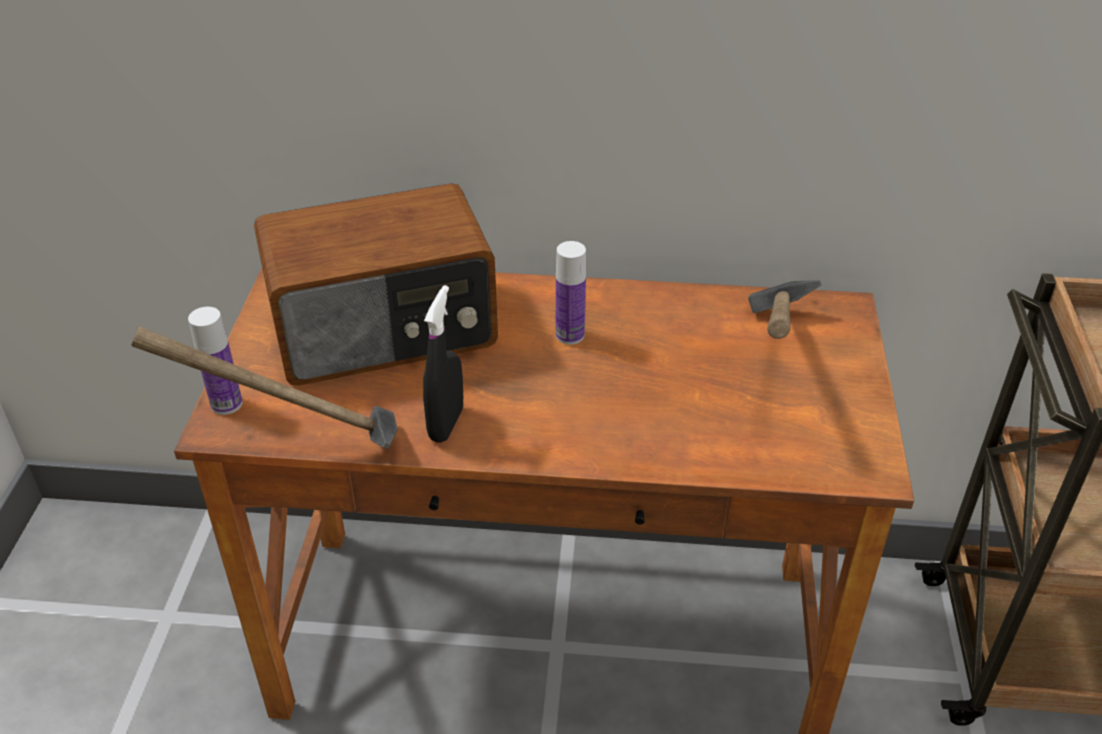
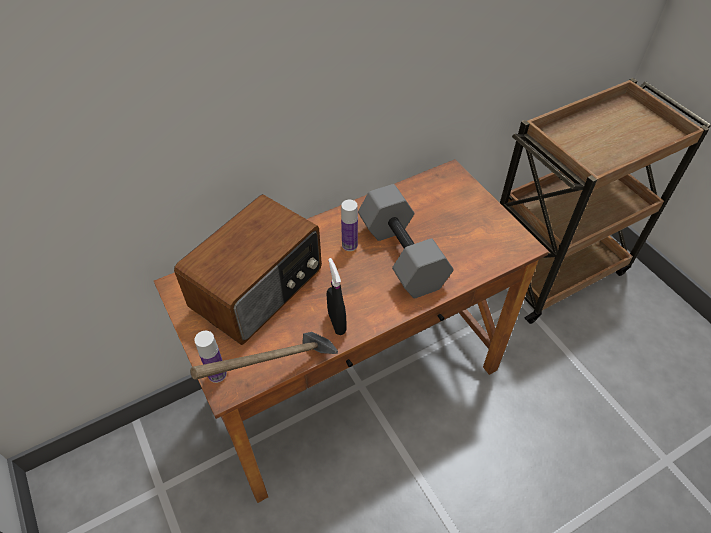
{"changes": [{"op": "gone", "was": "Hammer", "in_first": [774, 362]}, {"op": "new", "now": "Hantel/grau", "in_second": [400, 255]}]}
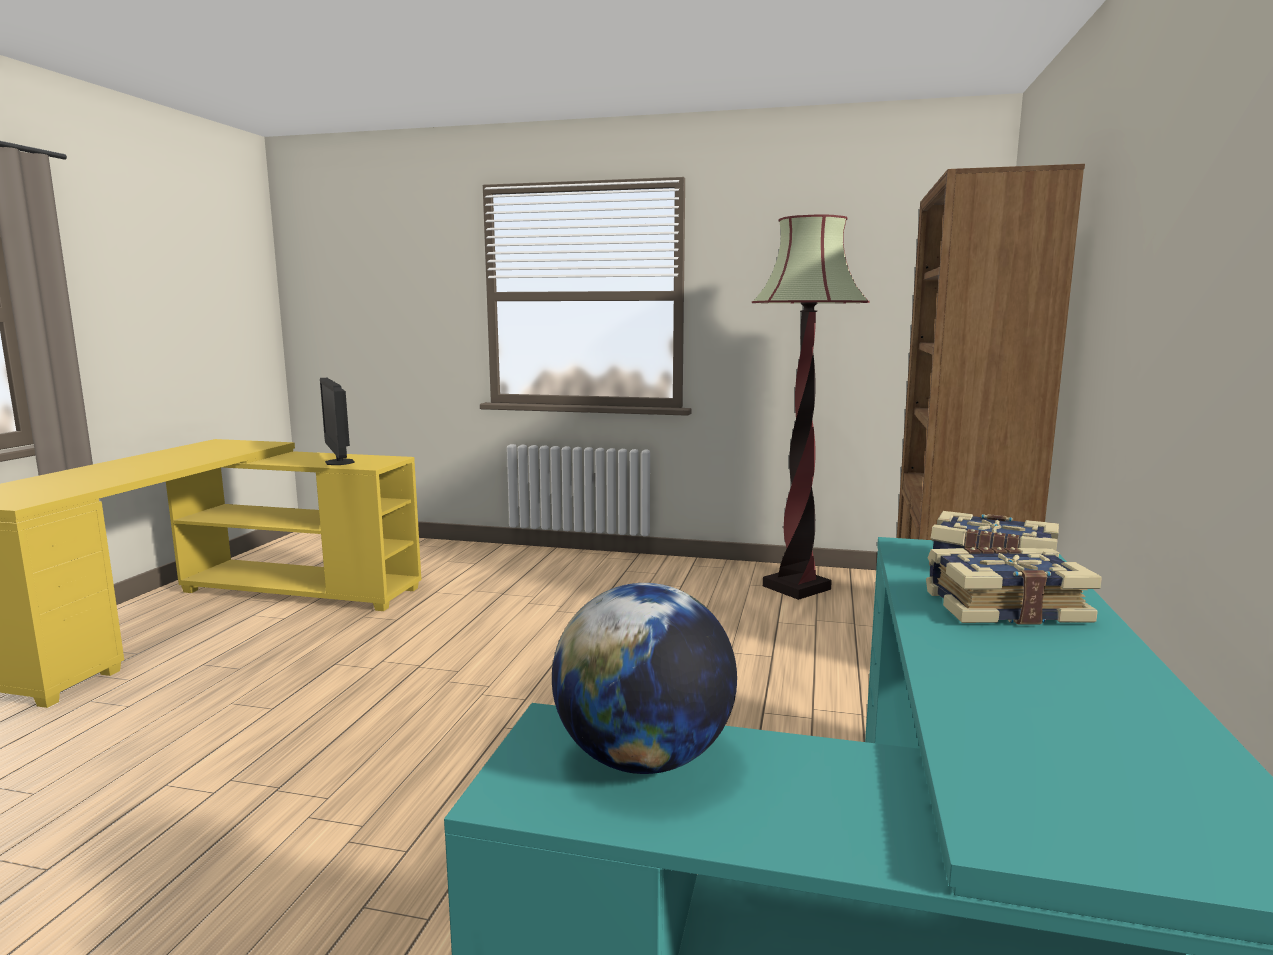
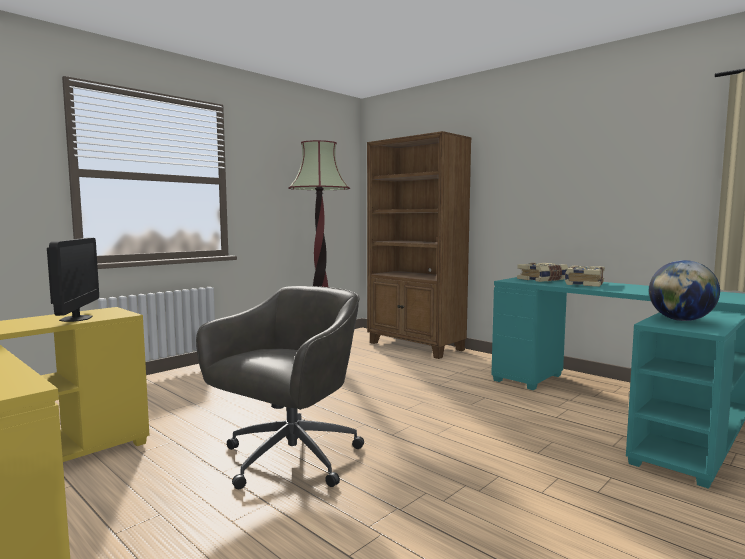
{"changes": [{"op": "rotated", "was": "Monitor", "in_first": [339, 462], "in_second": [76, 318], "clockwise": -105}, {"op": "new", "now": "Bürostuhl/grau", "in_second": [289, 459]}]}
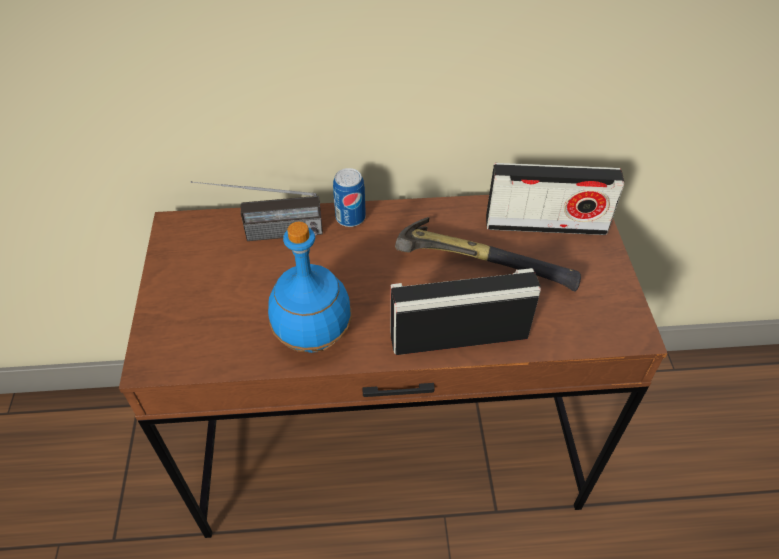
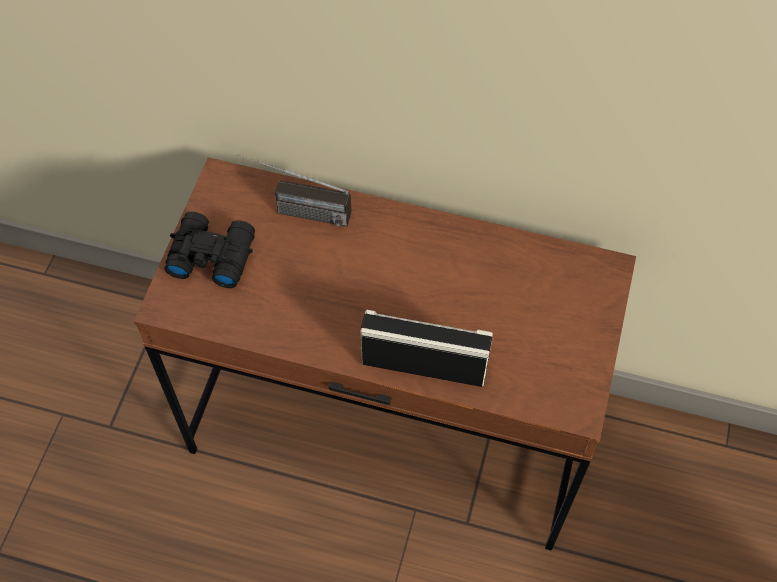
{"changes": [{"op": "gone", "was": "Flasche/blau", "in_first": [314, 339]}, {"op": "gone", "was": "Dose", "in_first": [350, 218]}, {"op": "gone", "was": "Hammer", "in_first": [481, 263]}, {"op": "gone", "was": "Radio", "in_first": [545, 224]}, {"op": "new", "now": "Fernglas/schwarz", "in_second": [211, 254]}]}
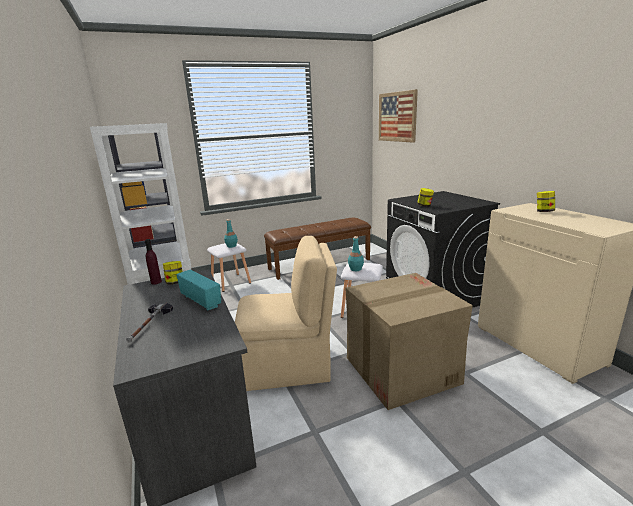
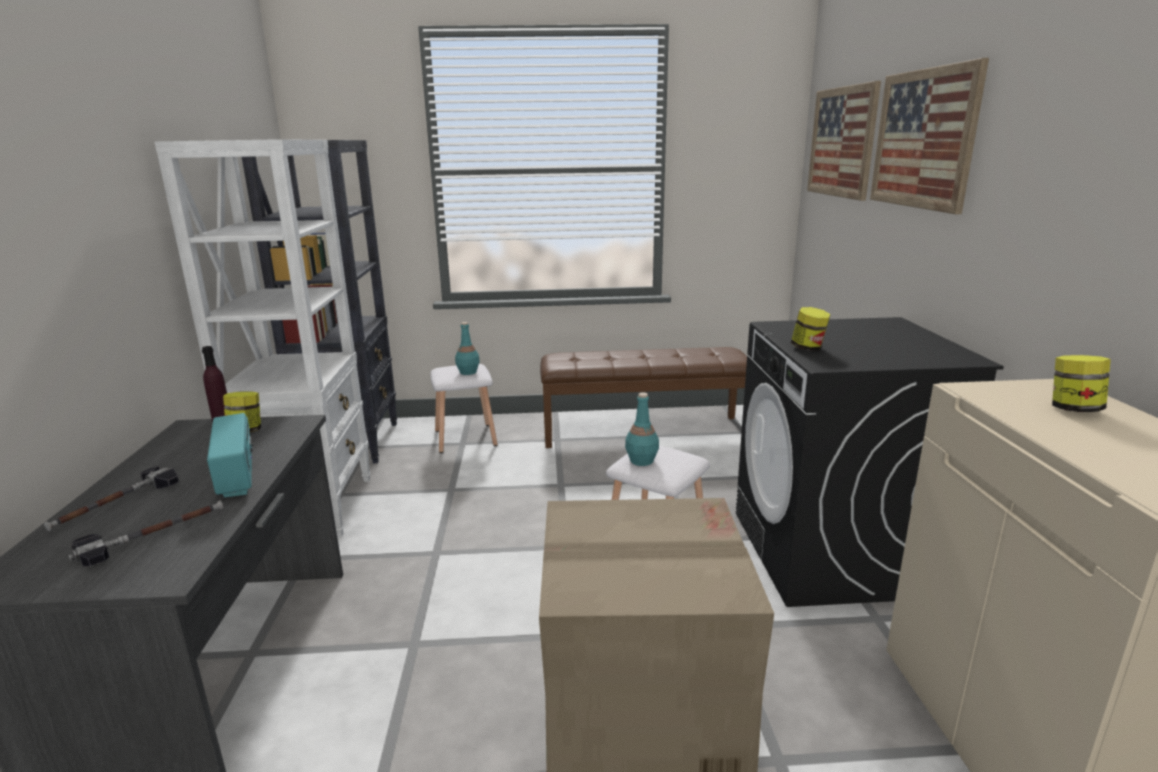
{"changes": [{"op": "gone", "was": "Stuhl/beige", "in_first": [288, 366]}, {"op": "new", "now": "Hammer", "in_second": [152, 535]}, {"op": "new", "now": "Bild", "in_second": [923, 139]}]}
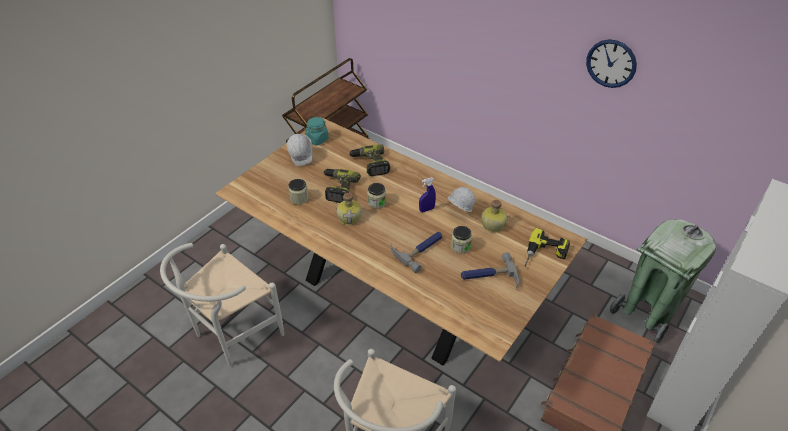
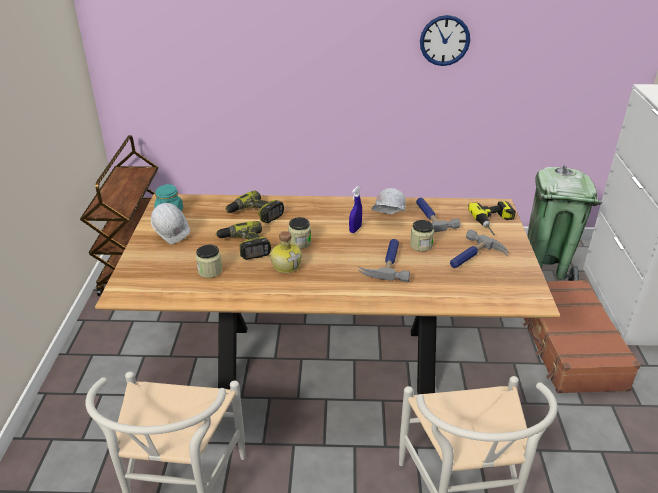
{"changes": [{"op": "swapped", "was": "Flasche", "now": "Hammer", "in_first": [492, 225], "in_second": [427, 218]}]}
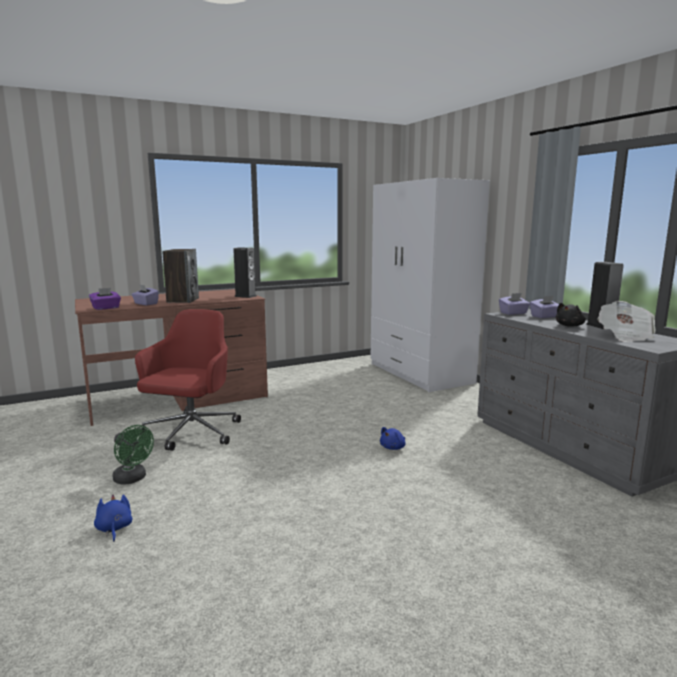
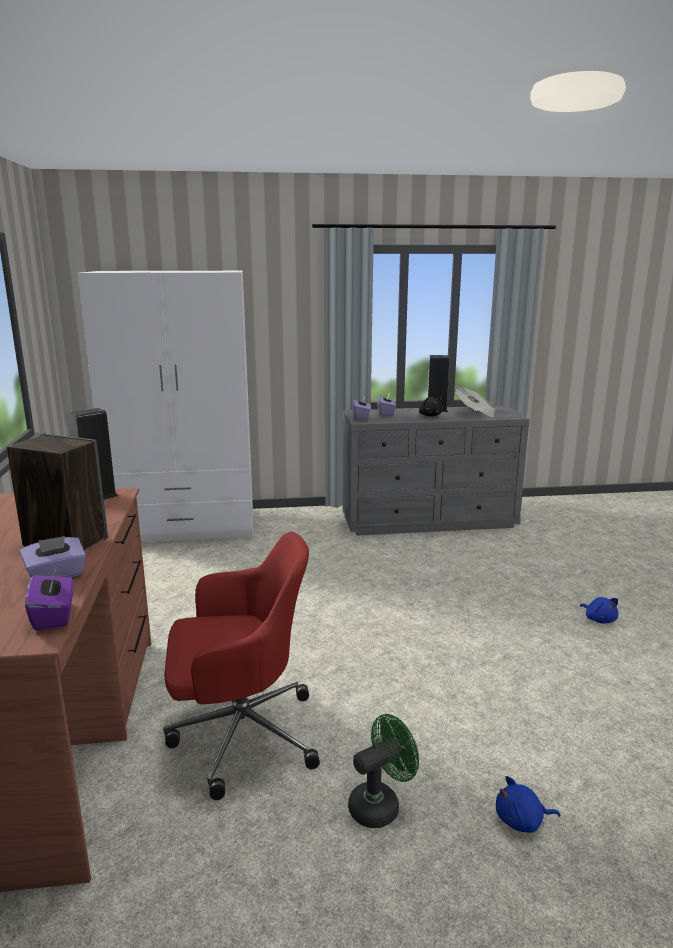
{"changes": [{"op": "rotated", "was": "Bürostuhl/rot", "in_first": [191, 433], "in_second": [240, 734], "clockwise": 135}, {"op": "shifted", "was": "Plüschtier/blau", "in_first": [393, 447], "in_second": [599, 619]}]}
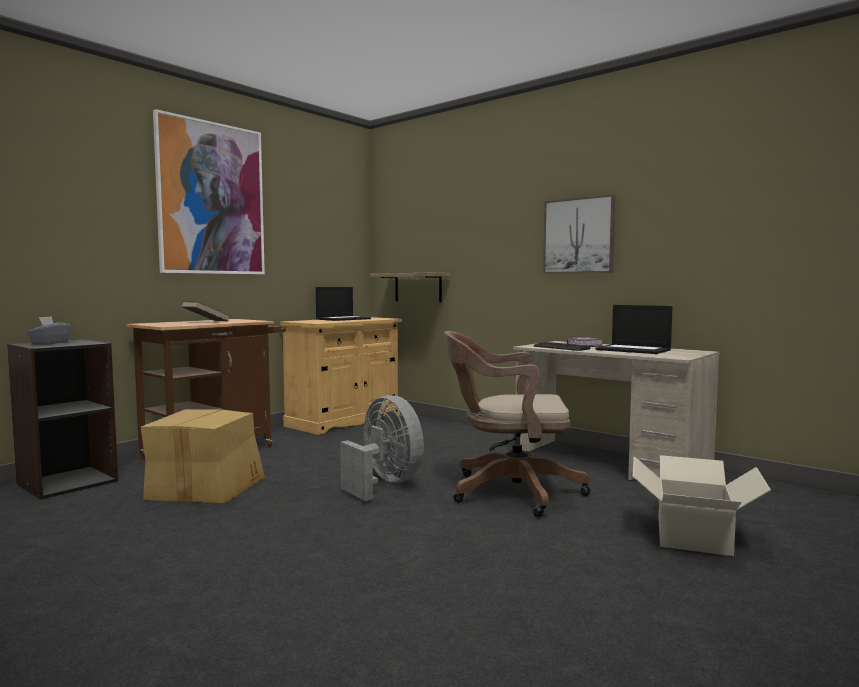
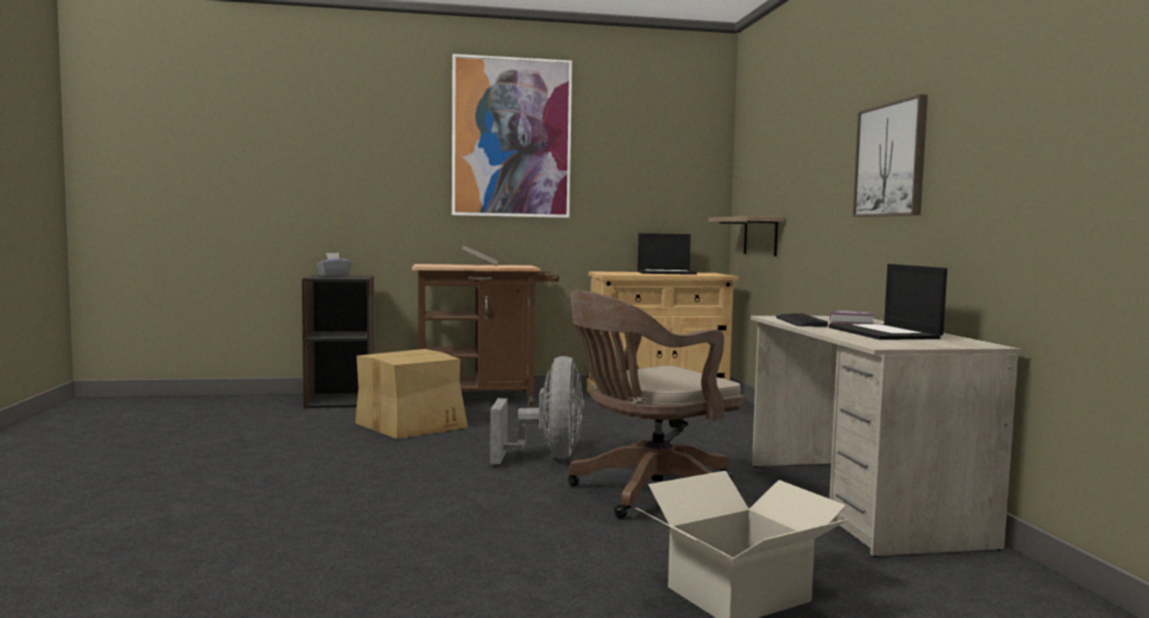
{"changes": [{"op": "rotated", "was": "Bürostuhl/braun", "in_first": [508, 491], "in_second": [648, 494], "clockwise": -75}]}
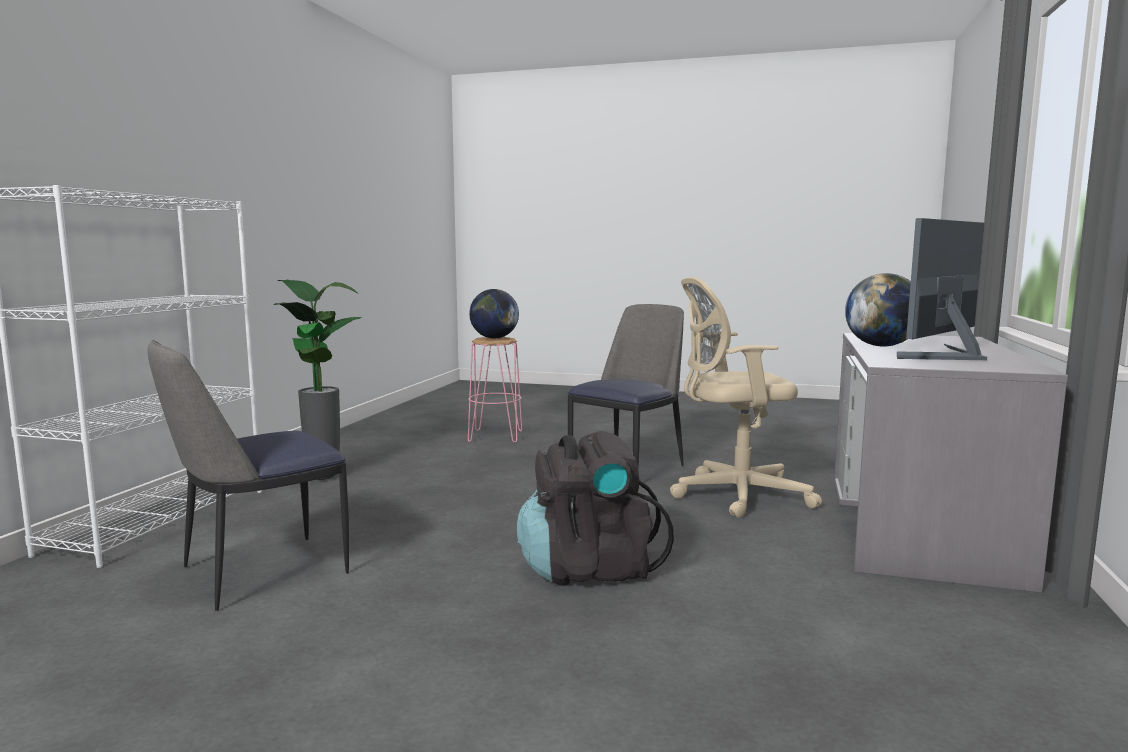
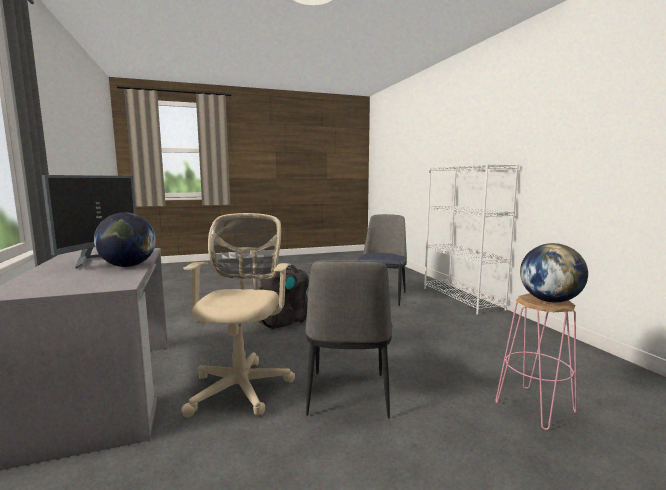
{"changes": [{"op": "gone", "was": "Topfpflanze", "in_first": [323, 478]}, {"op": "rotated", "was": "Bürostuhl/beige", "in_first": [734, 495], "in_second": [242, 386], "clockwise": -45}]}
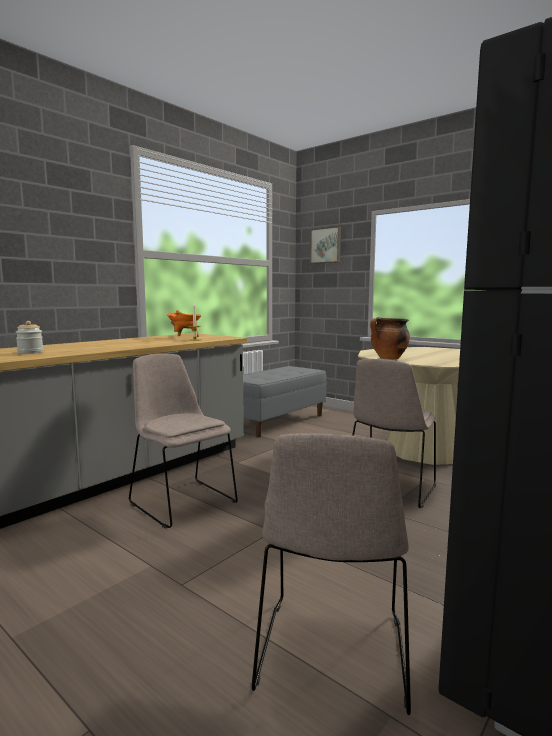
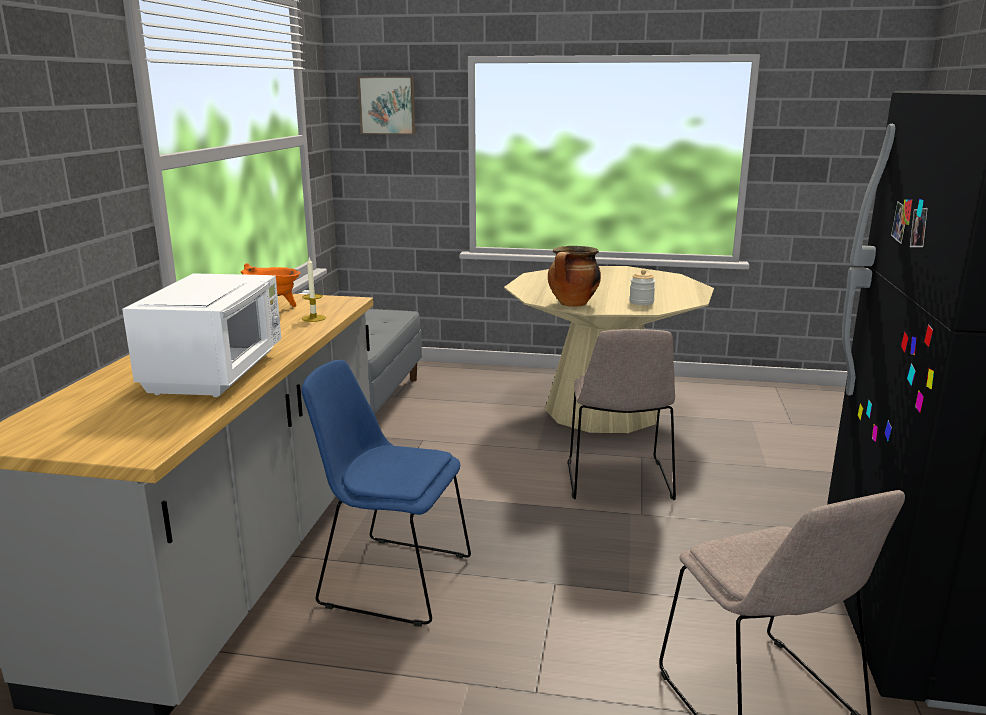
{"changes": [{"op": "shifted", "was": "Vorratsglas", "in_first": [30, 352], "in_second": [641, 302]}, {"op": "repainted", "was": "Stuhl/beige", "now": "Stuhl/blau", "in_first": [181, 501], "in_second": [391, 579]}, {"op": "new", "now": "Mikrowelle/weiß", "in_second": [217, 372]}]}
